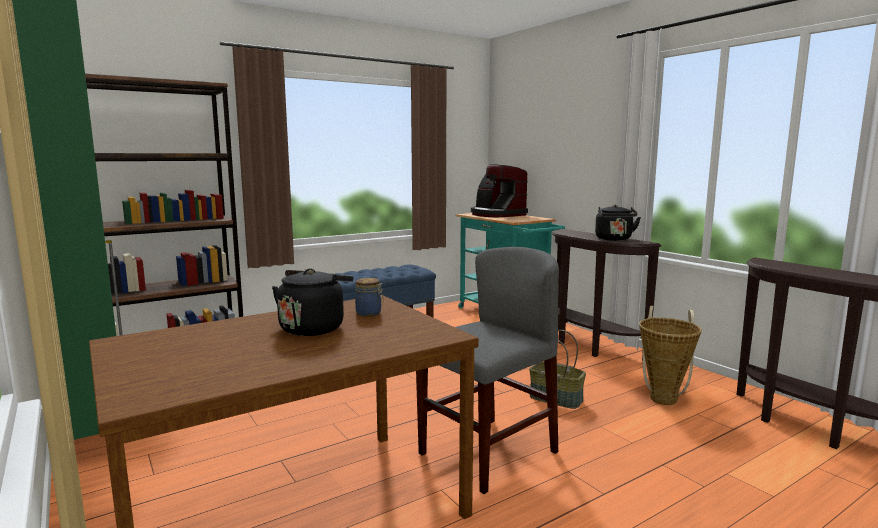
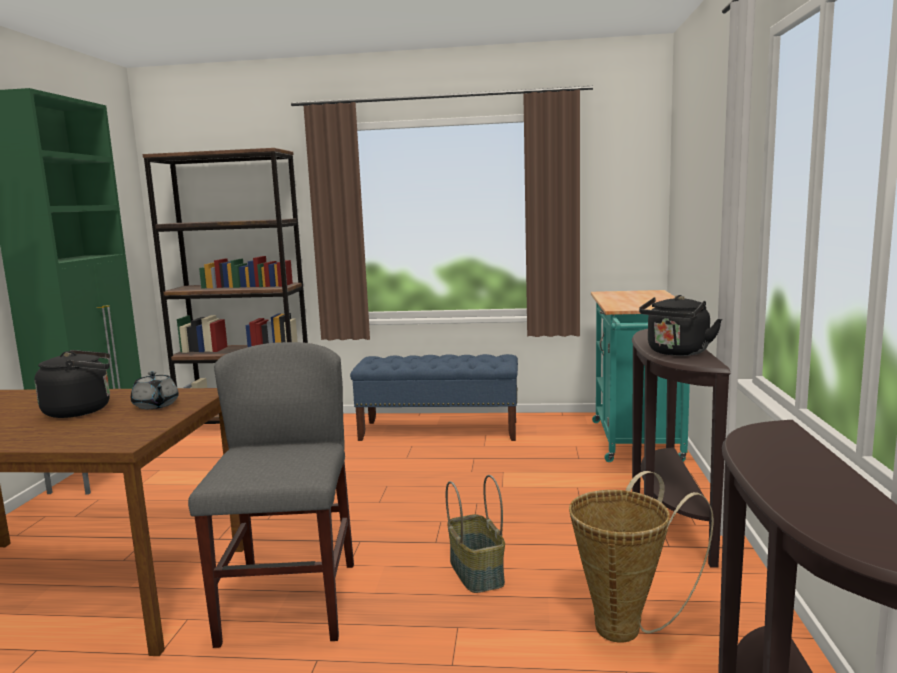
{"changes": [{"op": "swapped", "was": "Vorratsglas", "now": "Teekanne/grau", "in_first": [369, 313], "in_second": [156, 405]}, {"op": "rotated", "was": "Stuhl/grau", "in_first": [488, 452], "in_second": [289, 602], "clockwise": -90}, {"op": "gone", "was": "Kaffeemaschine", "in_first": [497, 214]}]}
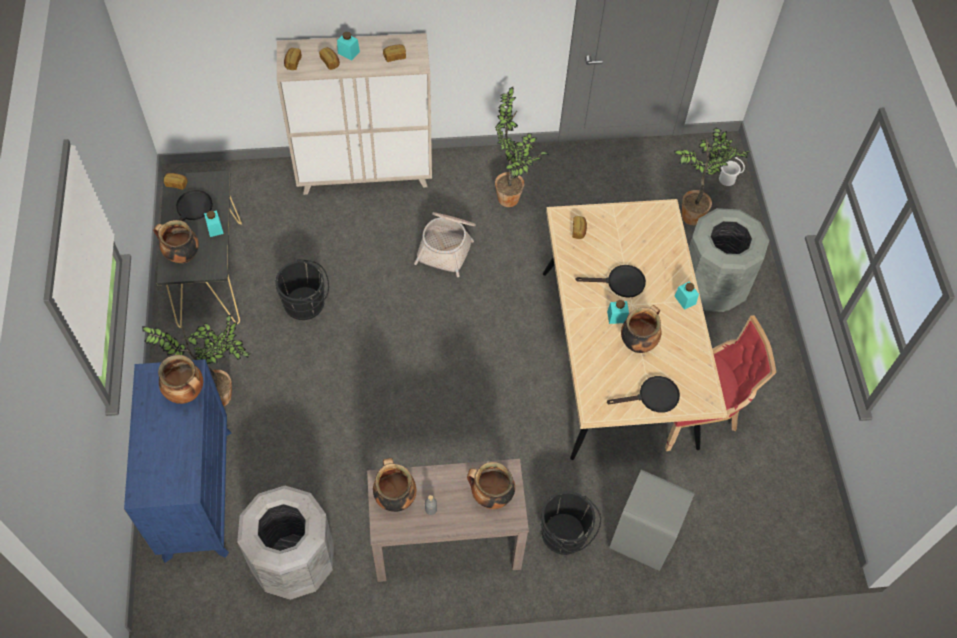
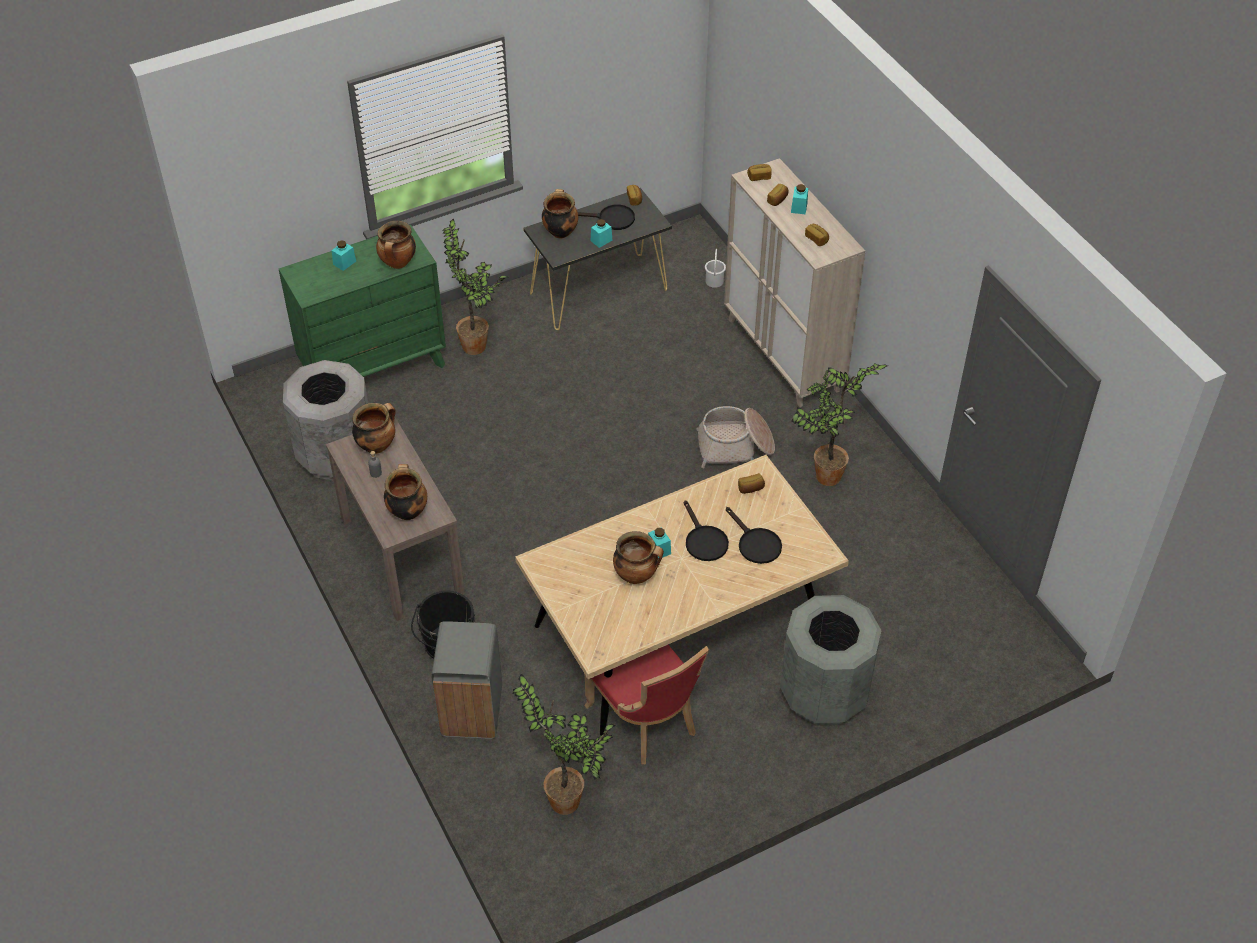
{"changes": [{"op": "repainted", "was": "Kommode/blau", "now": "Kommode/grün", "in_first": [197, 493], "in_second": [374, 368]}, {"op": "gone", "was": "Eimer/schwarz", "in_first": [307, 303]}, {"op": "shifted", "was": "Pfanne/schwarz", "in_first": [652, 397], "in_second": [755, 543]}, {"op": "shifted", "was": "Topfpflanze", "in_first": [694, 214], "in_second": [569, 803]}, {"op": "shifted", "was": "Vorratsglas/türkis", "in_first": [685, 300], "in_second": [344, 263]}, {"op": "shifted", "was": "Eimer/weiß", "in_first": [727, 179], "in_second": [714, 281]}]}
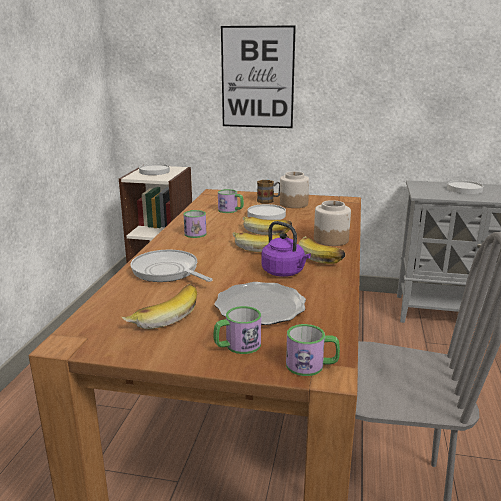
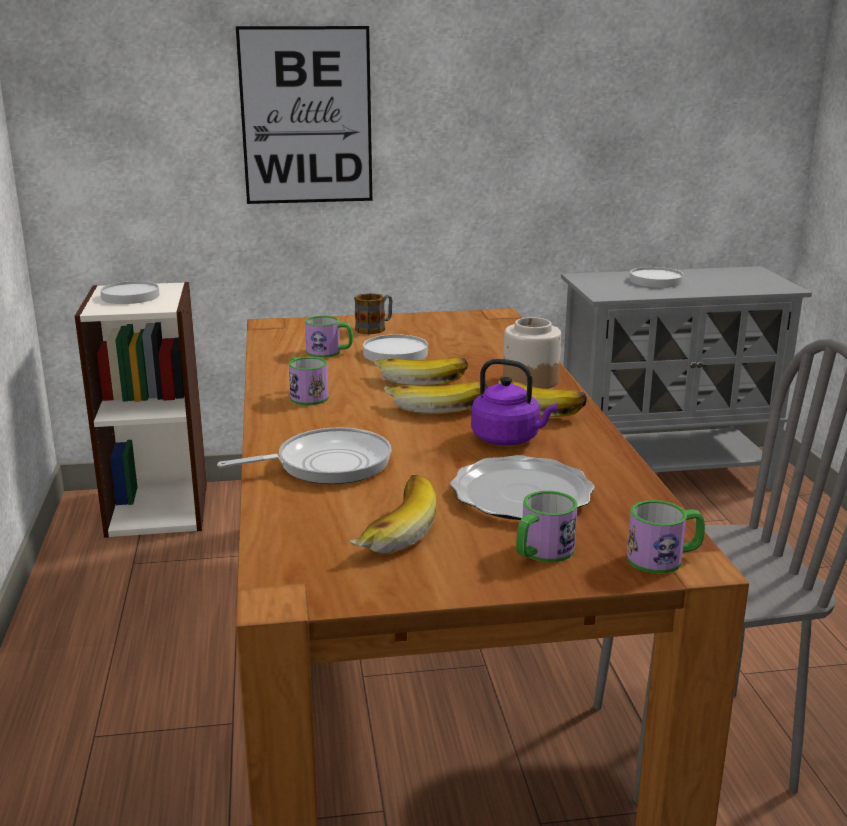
{"changes": [{"op": "rotated", "was": "Pfanne", "in_first": [167, 271], "in_second": [327, 464], "clockwise": 135}, {"op": "gone", "was": "Vorratsglas", "in_first": [293, 204]}]}
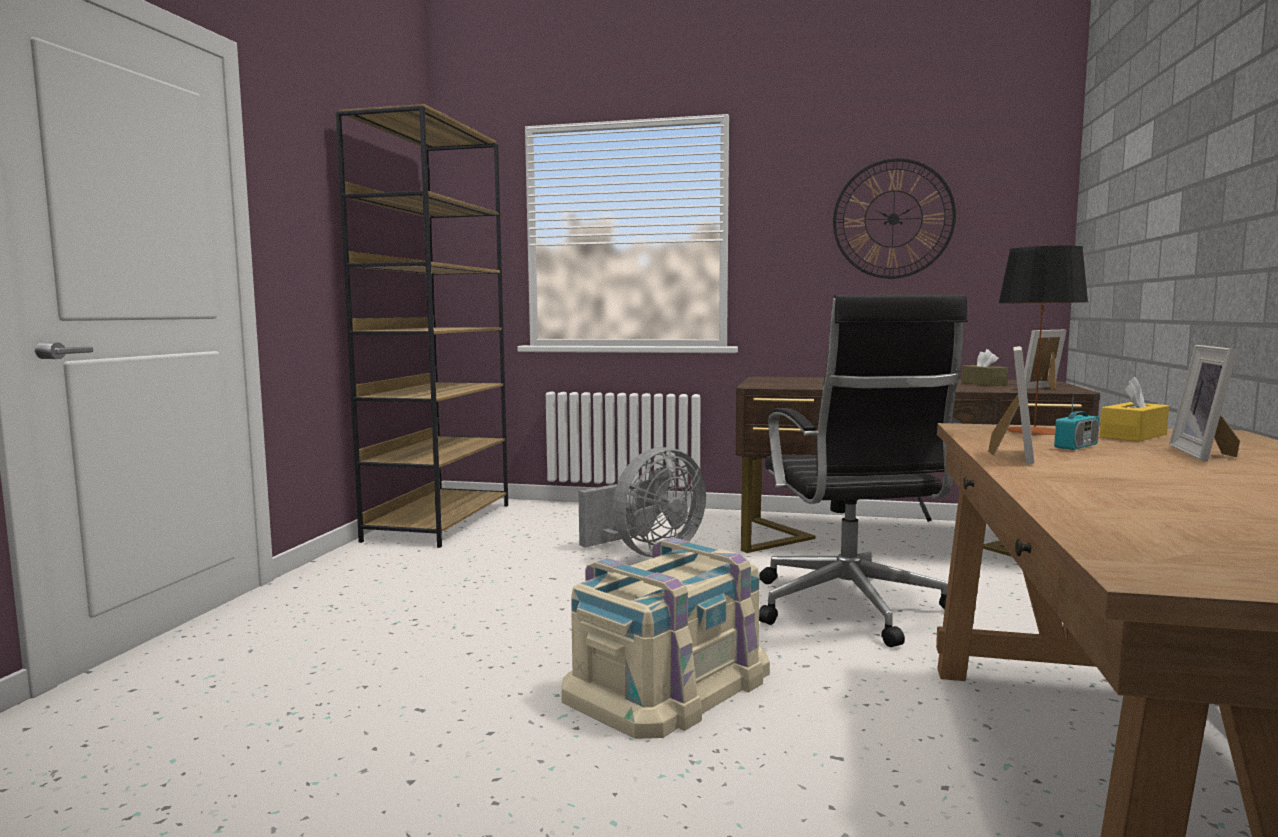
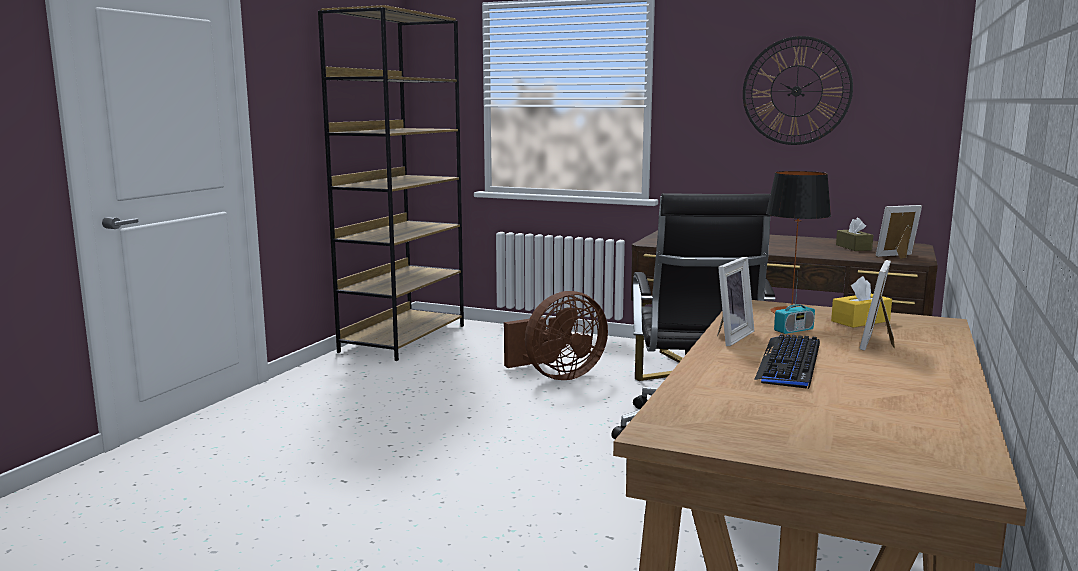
{"changes": [{"op": "gone", "was": "Aufbewahrungsbox/beige", "in_first": [669, 683]}, {"op": "repainted", "was": "Ventilator/grau", "now": "Ventilator/braun", "in_first": [648, 553], "in_second": [557, 376]}, {"op": "new", "now": "Tastatur", "in_second": [789, 363]}]}
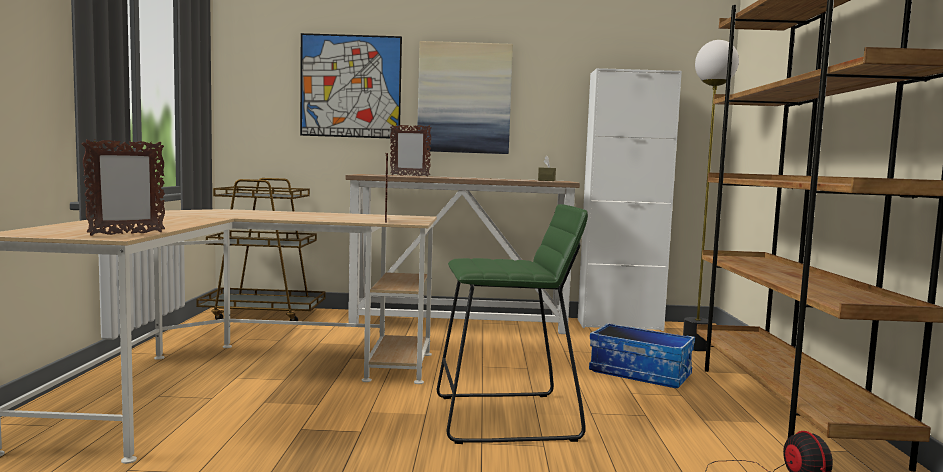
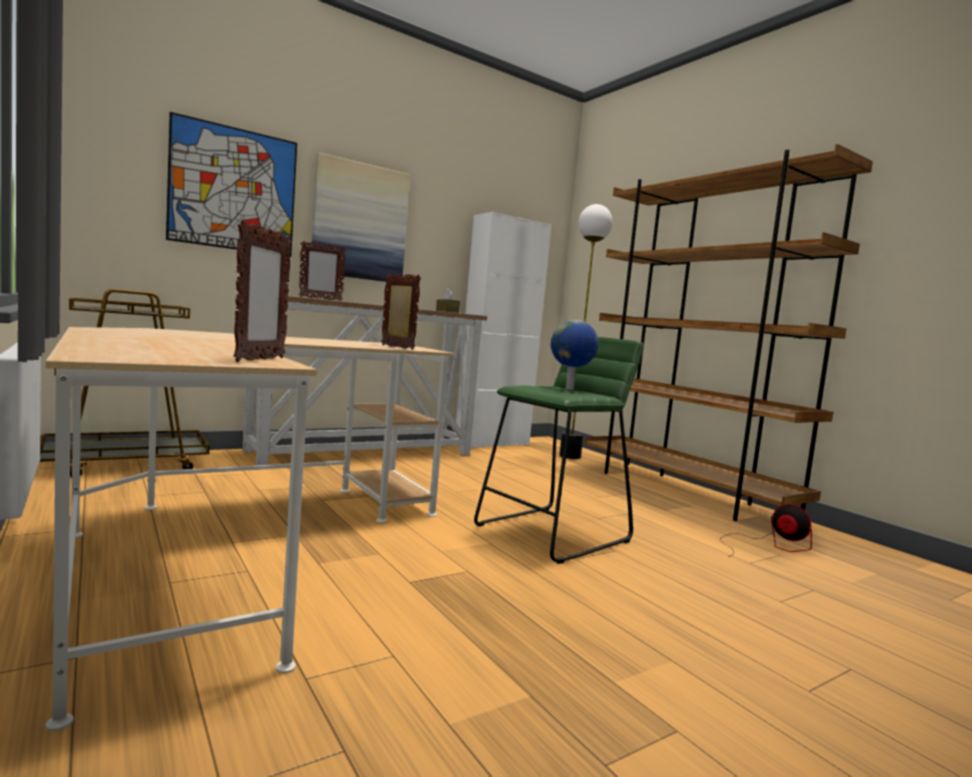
{"changes": [{"op": "gone", "was": "Aufbewahrungsbox", "in_first": [641, 373]}, {"op": "new", "now": "Globus", "in_second": [570, 389]}]}
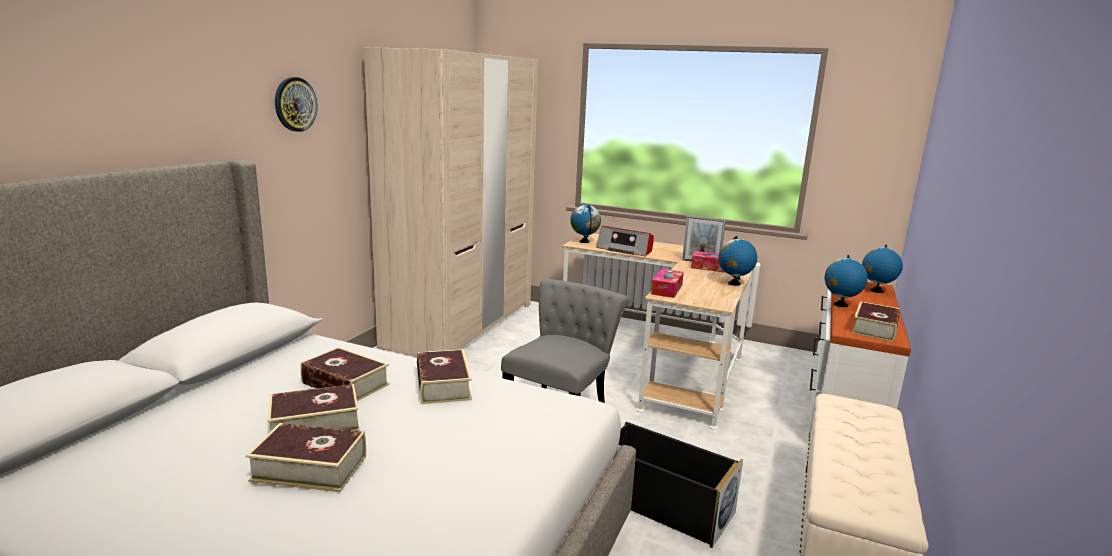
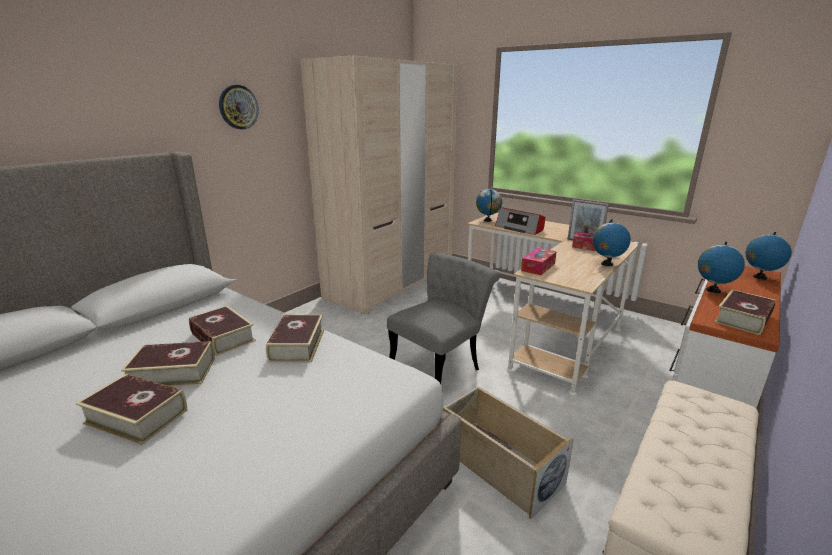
{"changes": [{"op": "repainted", "was": "Aufbewahrungsbox/schwarz", "now": "Aufbewahrungsbox/beige", "in_first": [662, 504], "in_second": [498, 464]}]}
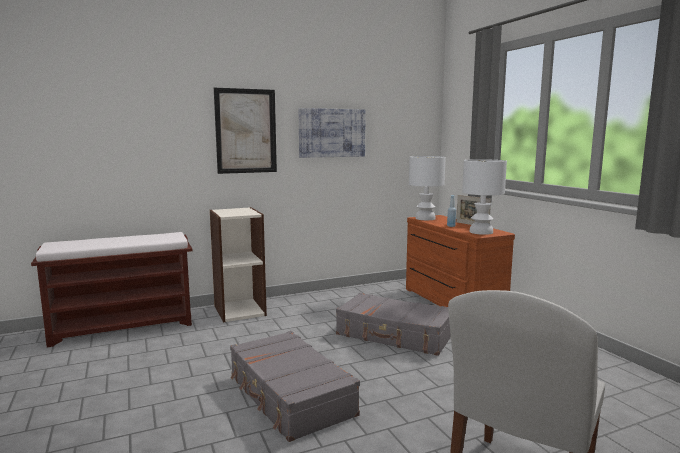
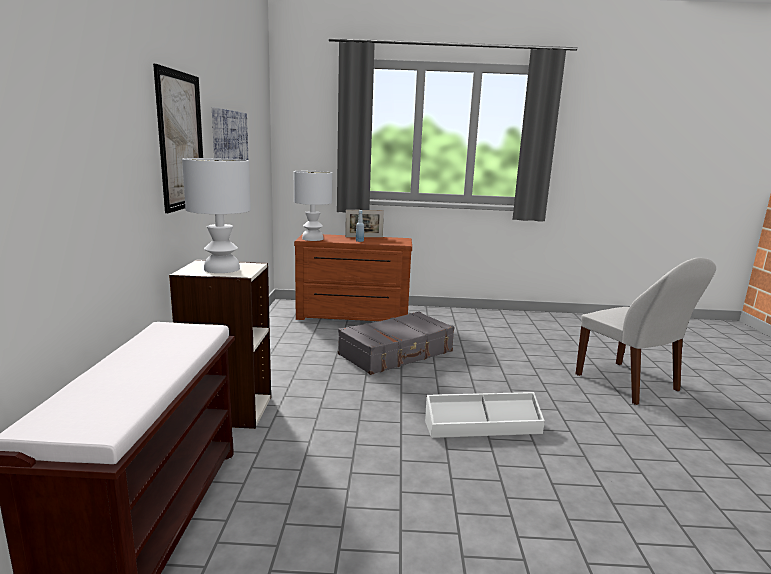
{"changes": [{"op": "swapped", "was": "Koffer/grau", "now": "Aufbewahrungsbox/weiß", "in_first": [289, 396], "in_second": [482, 426]}, {"op": "shifted", "was": "Tischlampe/weiß", "in_first": [480, 232], "in_second": [221, 269]}]}
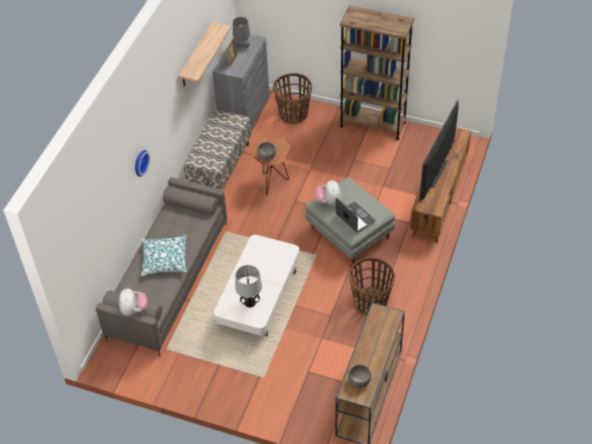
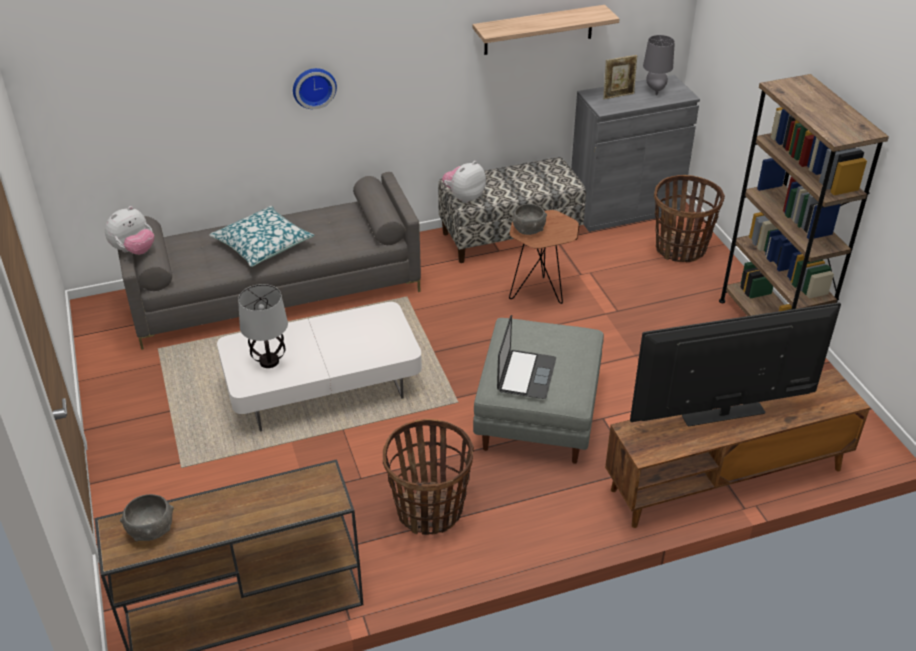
{"changes": [{"op": "shifted", "was": "Plüschtier", "in_first": [328, 202], "in_second": [464, 197]}]}
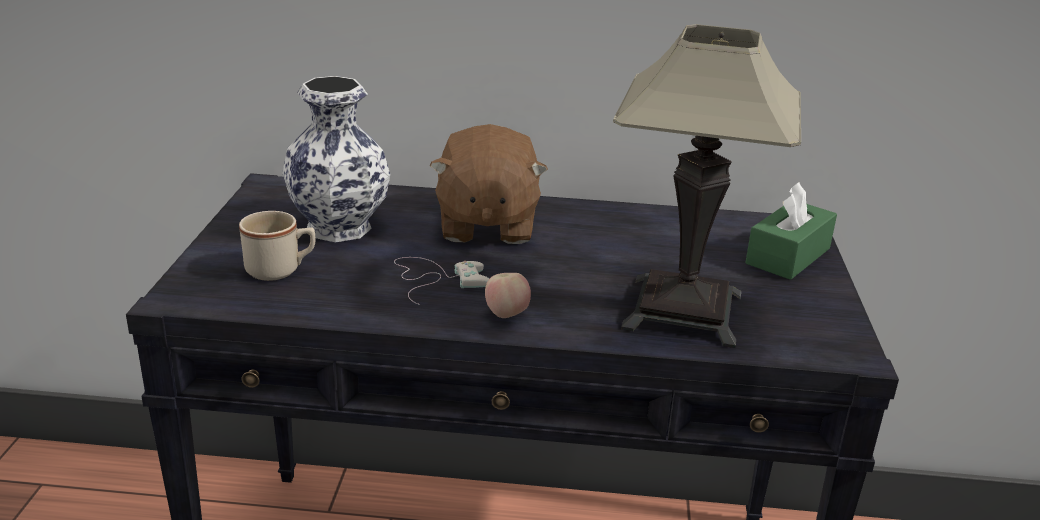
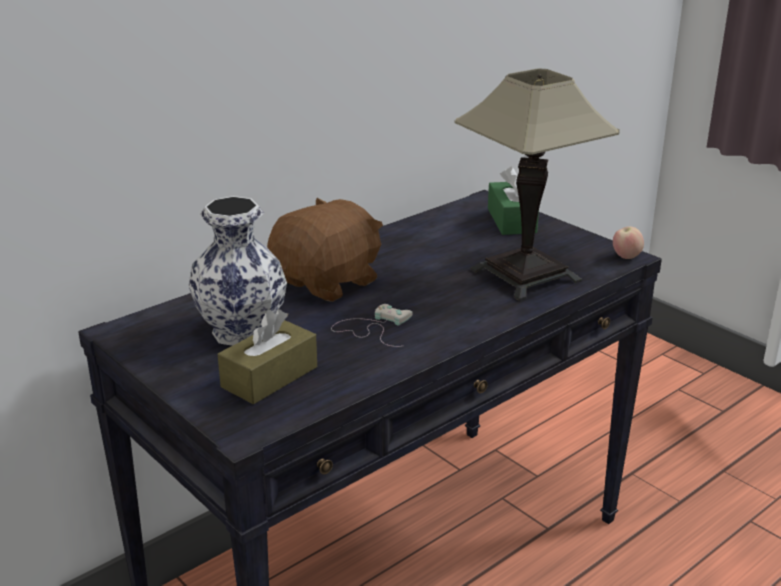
{"changes": [{"op": "swapped", "was": "Henkelbecher/beige", "now": "Taschentuchbox/braun", "in_first": [281, 270], "in_second": [269, 377]}, {"op": "rotated", "was": "Plüschtier/braun", "in_first": [485, 225], "in_second": [328, 282], "clockwise": -90}, {"op": "shifted", "was": "Apfel", "in_first": [506, 314], "in_second": [626, 257]}]}
